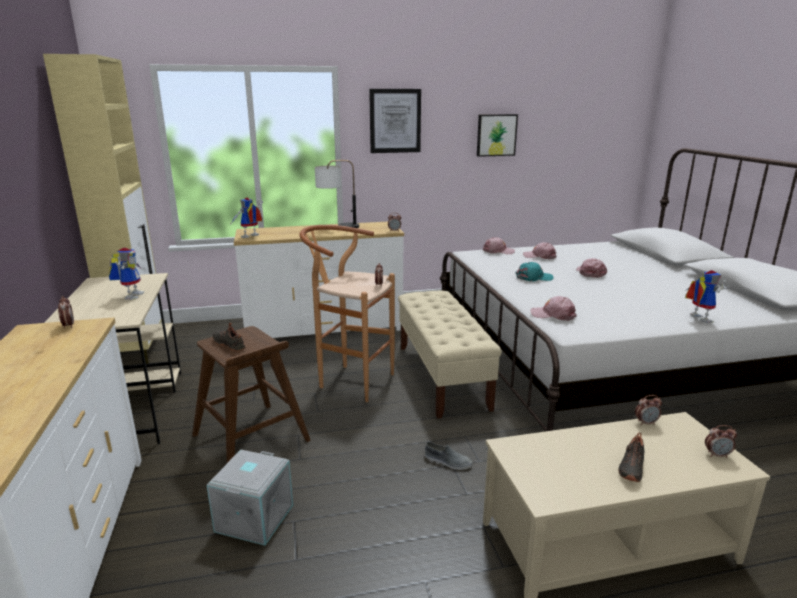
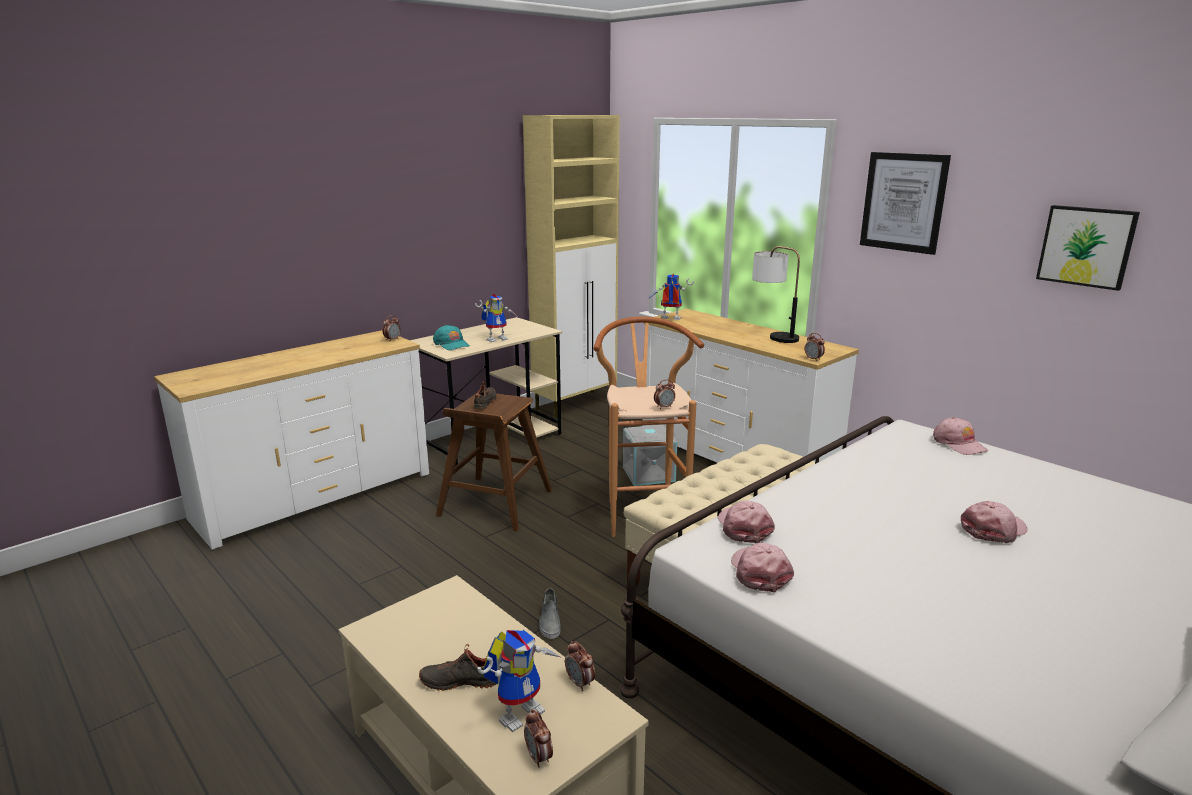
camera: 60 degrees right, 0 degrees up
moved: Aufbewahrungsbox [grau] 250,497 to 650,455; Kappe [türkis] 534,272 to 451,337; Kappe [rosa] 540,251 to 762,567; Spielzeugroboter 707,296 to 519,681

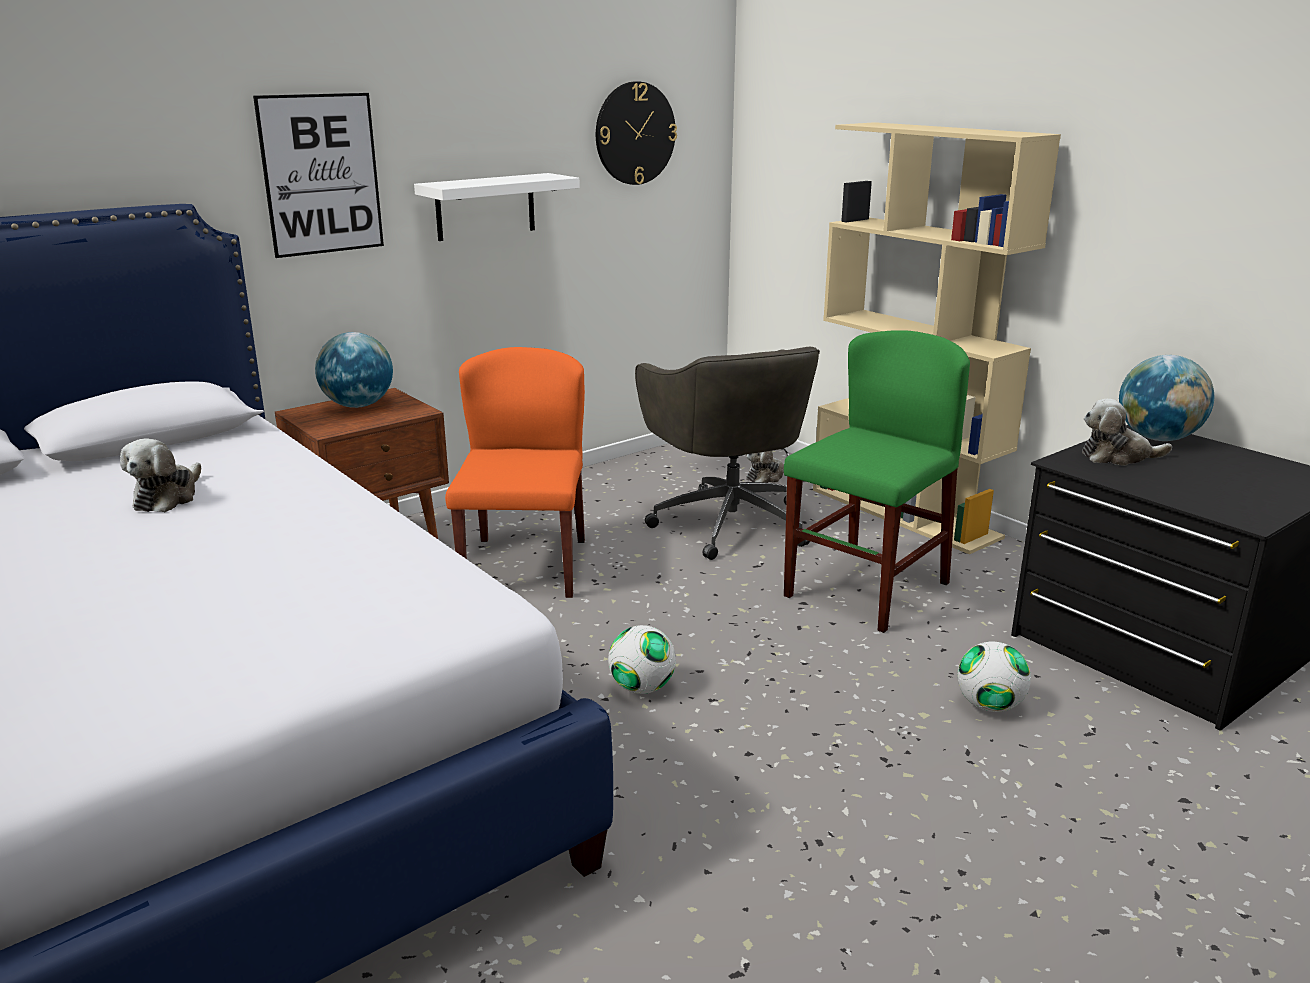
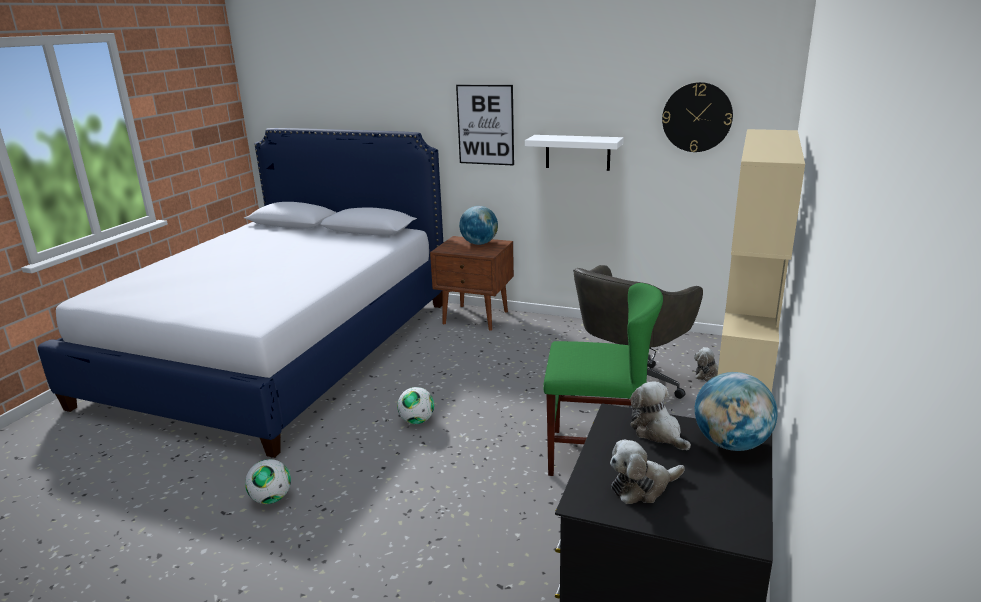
camera: 60 degrees right, 0 degrees up
removed: Stuhl [orange] 515,472
moved: Plüschtier 160,475 to 647,472; Fußball 994,677 to 268,481

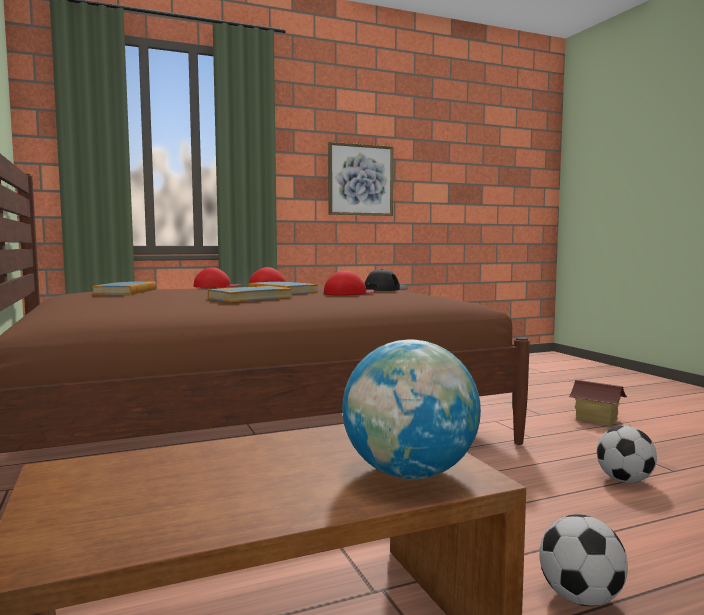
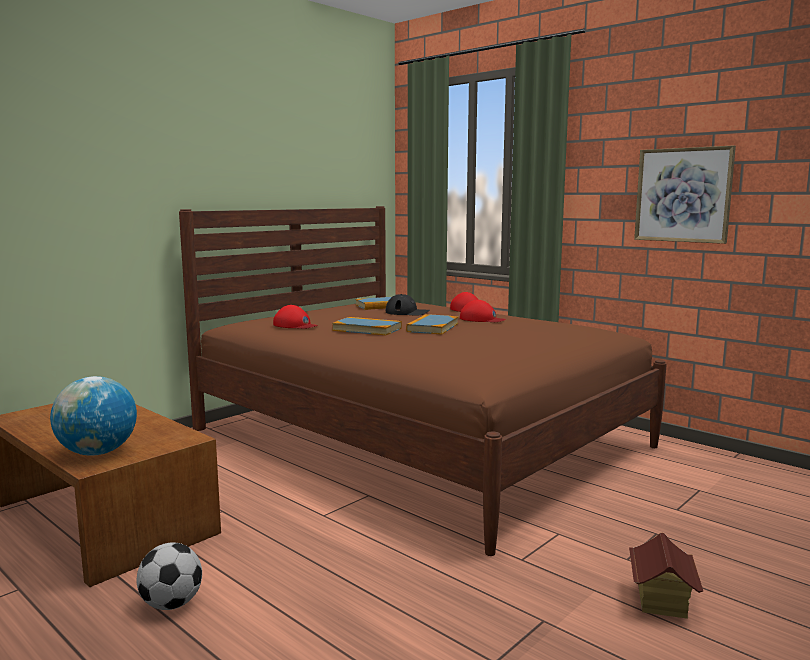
camera: 65 degrees right, 5 degrees up
removed: Fußball 627,454
moved: Kappe [rot] 349,283 to 295,317; Kappe [schwarz] 386,280 to 407,305

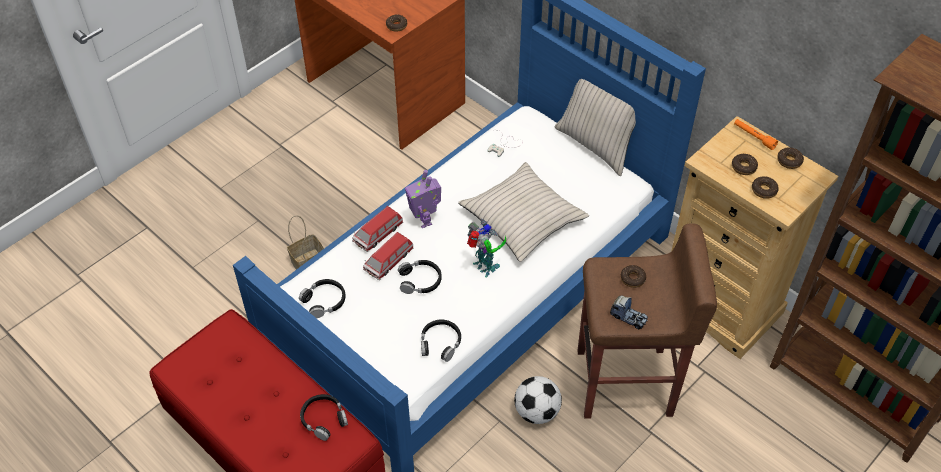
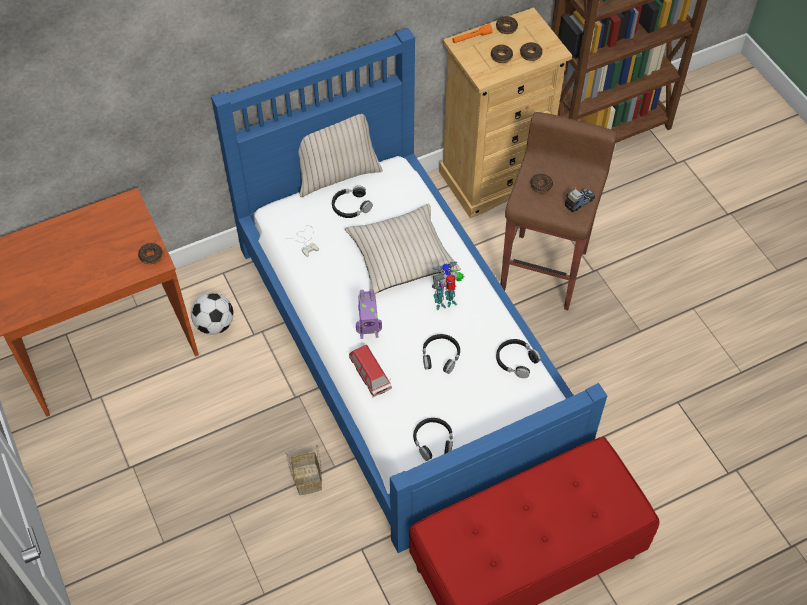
camera: 70 degrees left, 5 degrees up
removed: Spielzeugauto 388,256
moved: Kopfhörer [schwarz] 324,417 to 352,202; Fußball 538,400 to 212,314

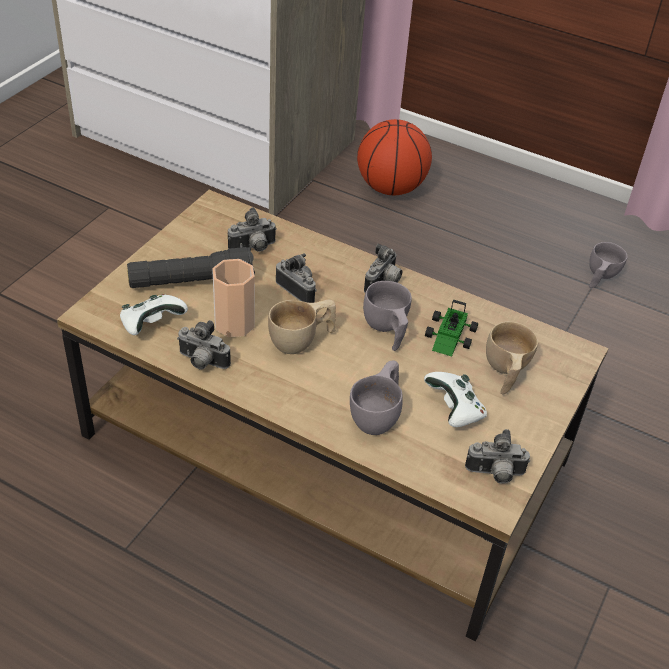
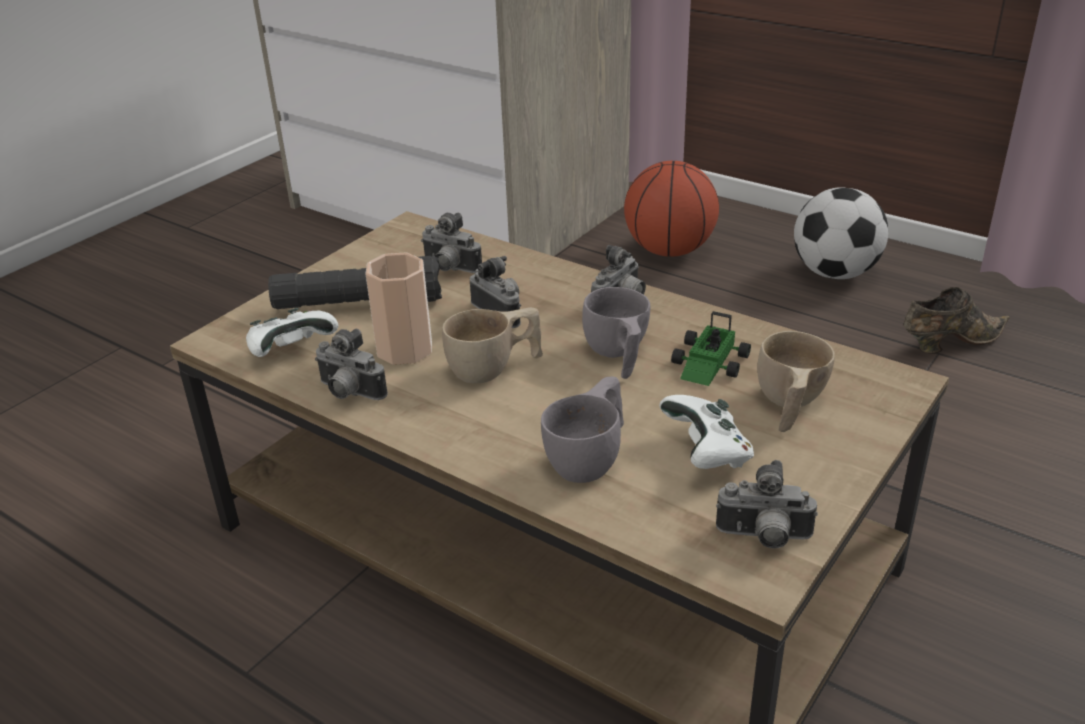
camera: 10 degrees right, 10 degrees down
added: Fußball 841,233
replaced: Tasse [grau] 608,265 to Schuh [braun] 957,320
turned: Kamera 252,229 = 451,243 45 degrees clockwise

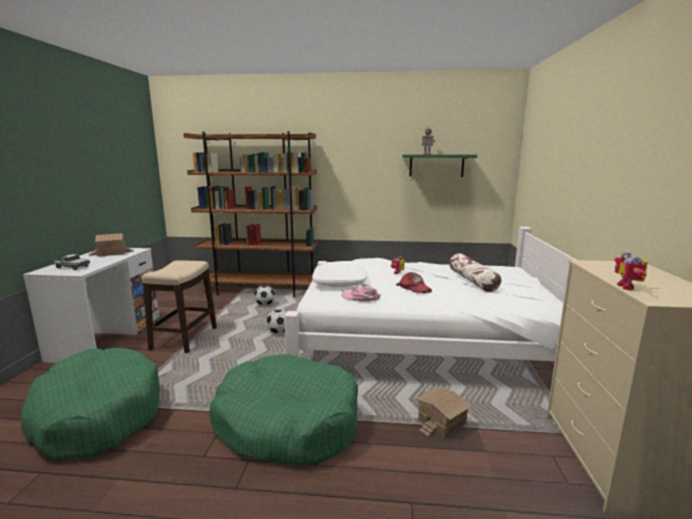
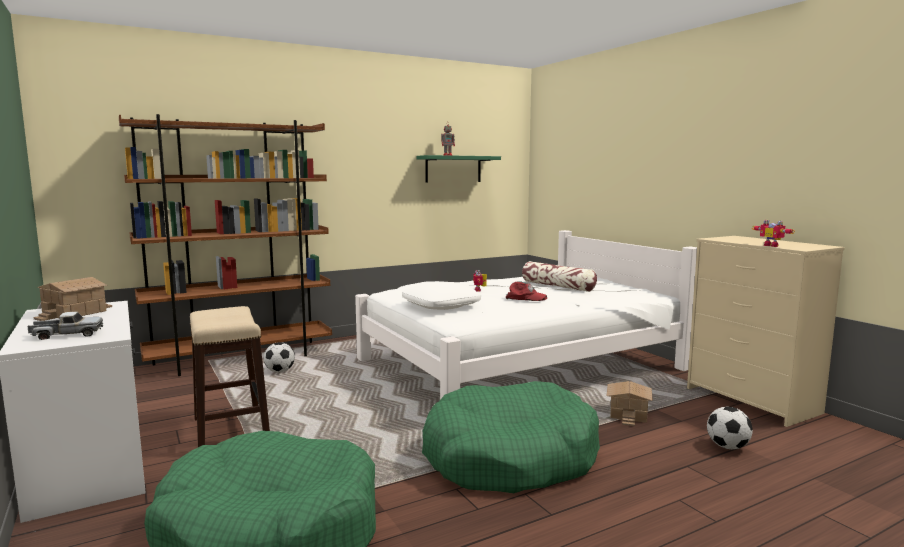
camera: 35 degrees left, 5 degrees down
removed: Kappe [rosa] 361,292
moved: Fußball 276,322 to 730,428

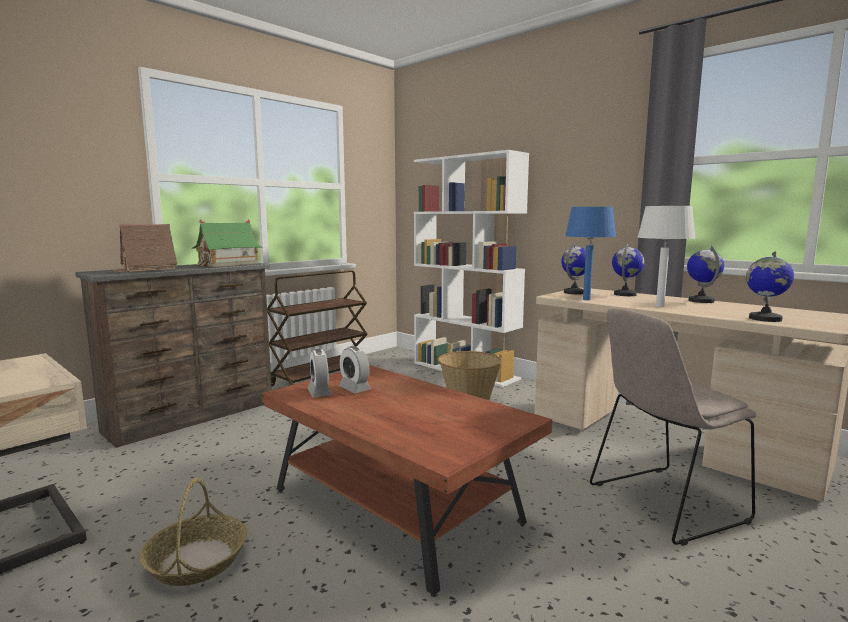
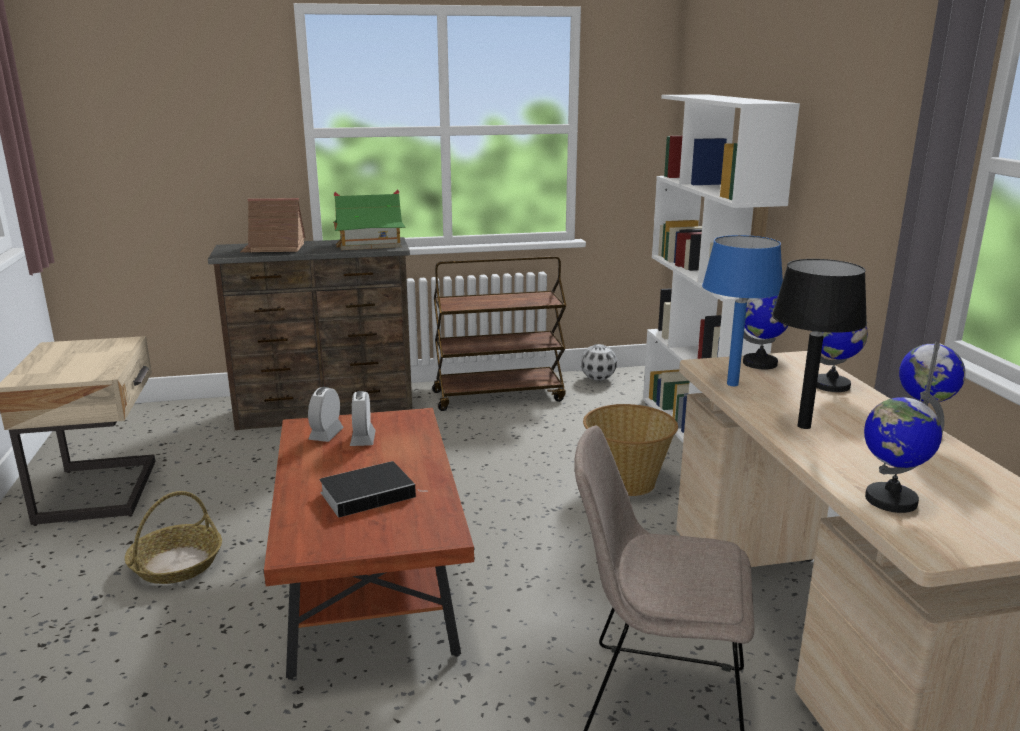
camera: 35 degrees right, 10 degrees up
added: Buch 373,489; Fußball 599,362
recoloured: Tischlampe [weiß] 666,256 to Tischlampe [schwarz] 819,344

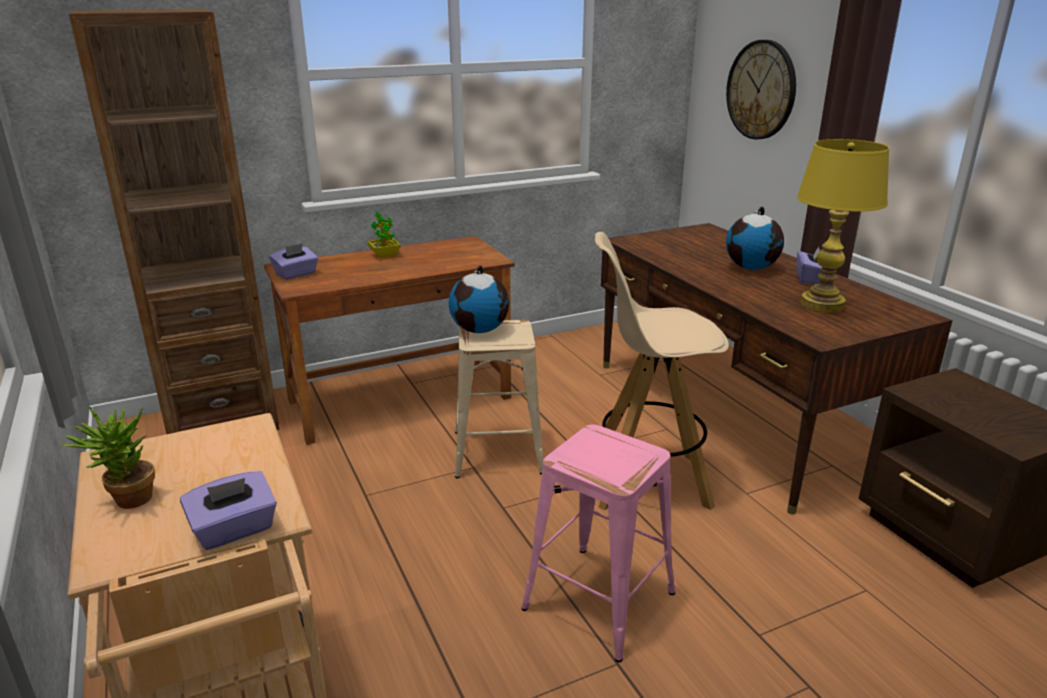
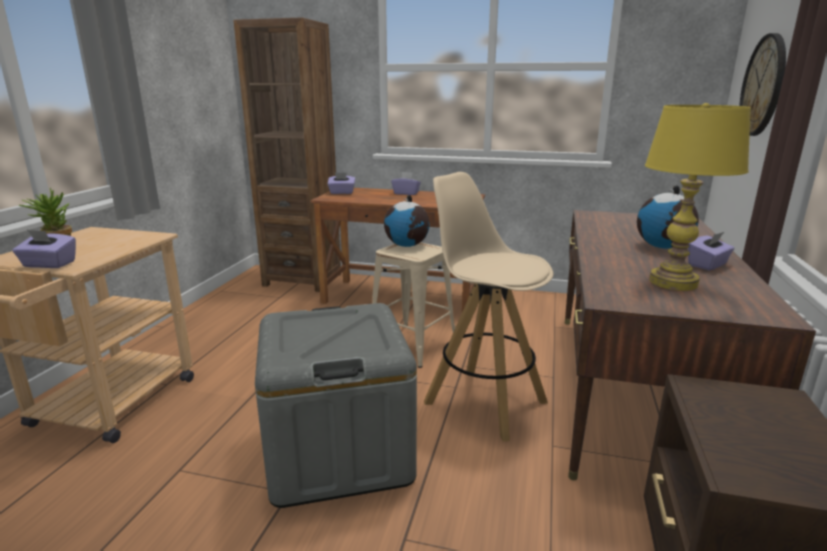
camera: 40 degrees right, 5 degrees down
replaced: Topfpflanze 384,235 to Taschentuchbox [lila] 406,183; Hocker [rosa] 598,544 to Aufbewahrungsbox [grau] 336,405

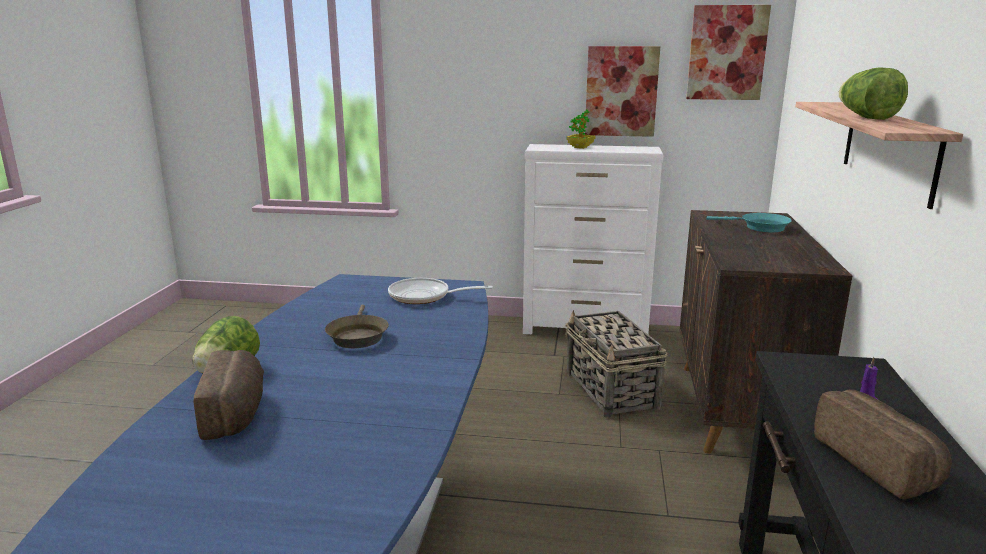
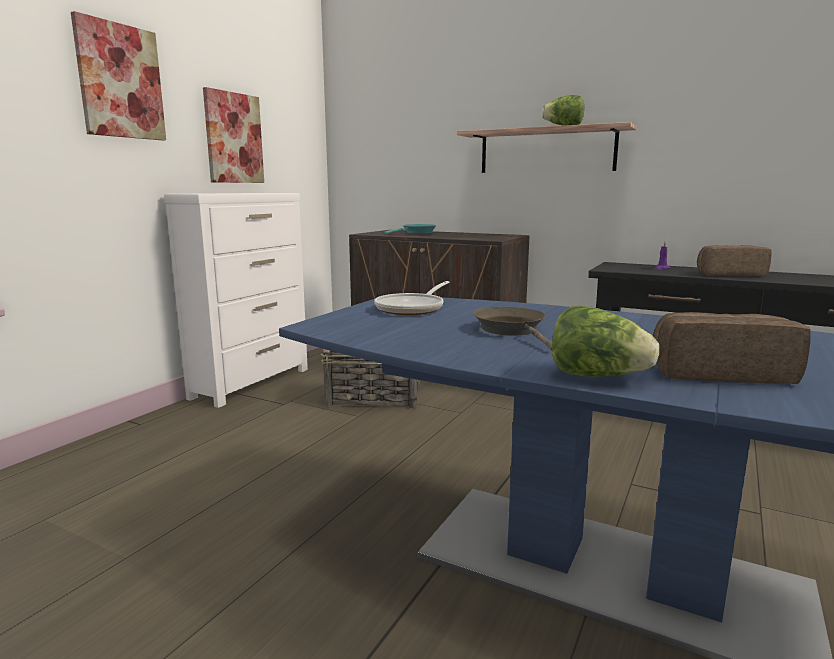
camera: 70 degrees left, 5 degrees down
removed: Topfpflanze 581,129
moved: Bild 728,52 to 118,75
turned: Pfanne [braun] 357,326 = 512,328 120 degrees counterclockwise

